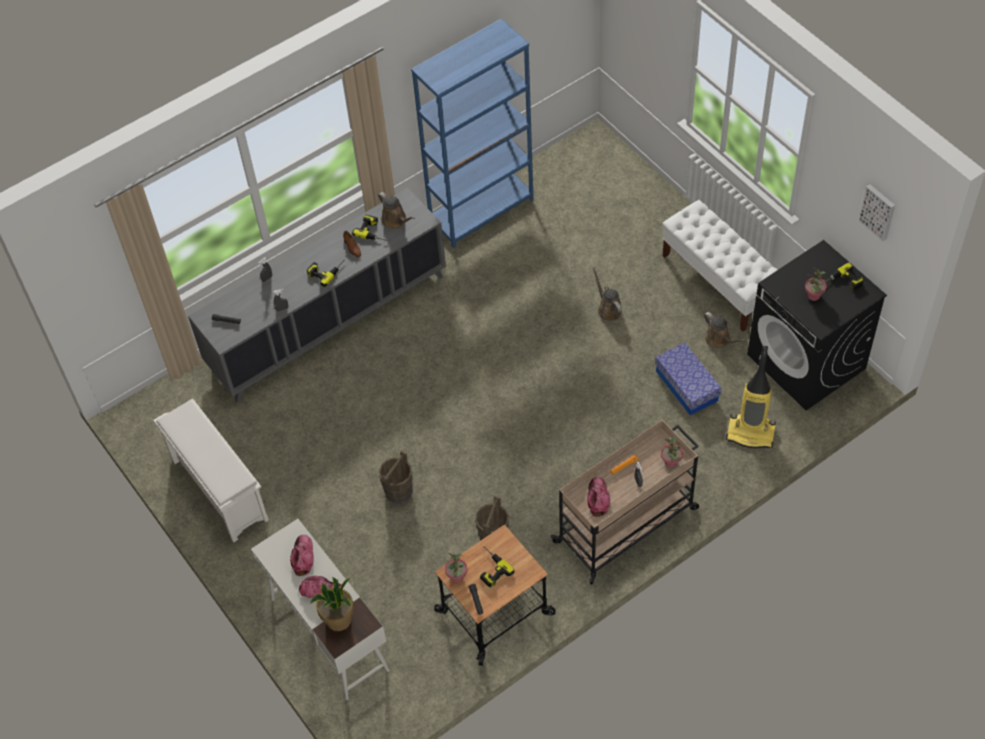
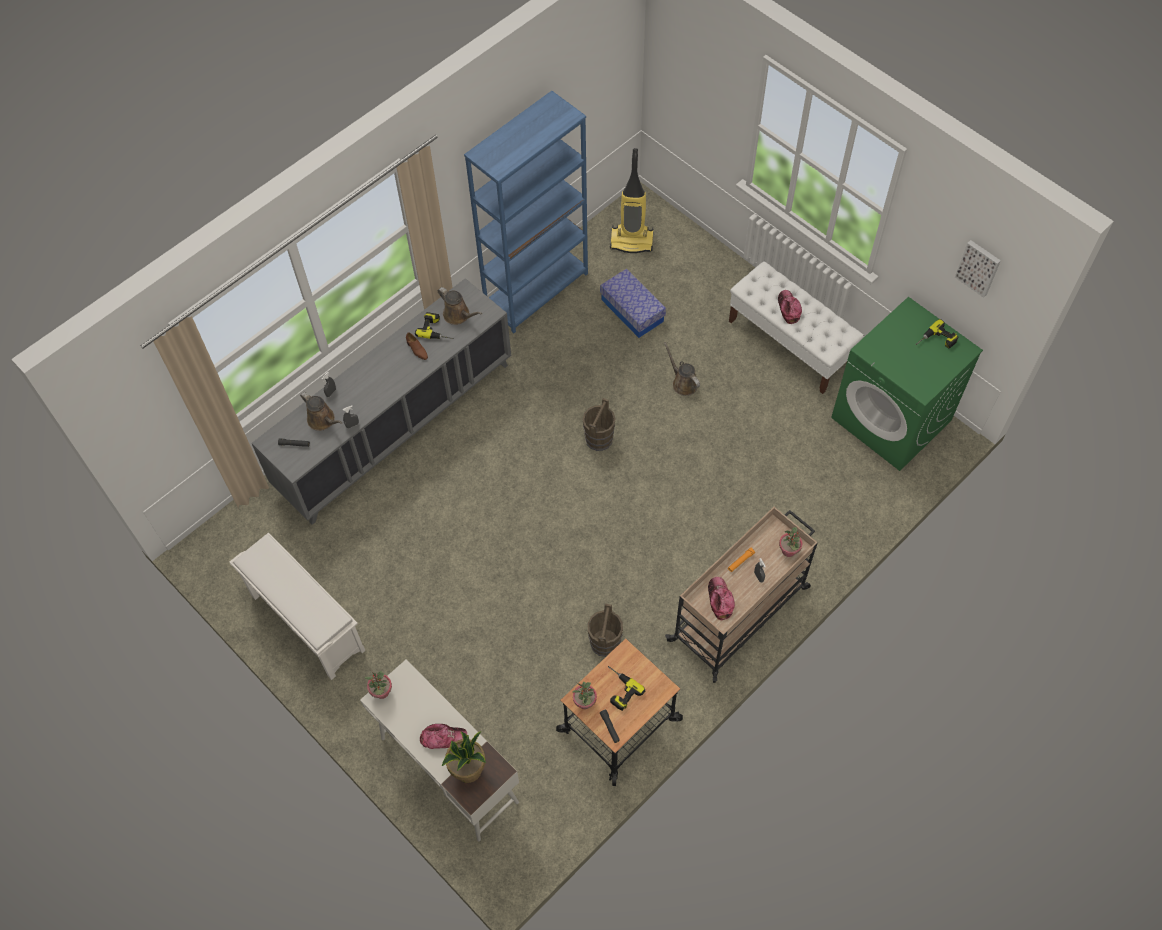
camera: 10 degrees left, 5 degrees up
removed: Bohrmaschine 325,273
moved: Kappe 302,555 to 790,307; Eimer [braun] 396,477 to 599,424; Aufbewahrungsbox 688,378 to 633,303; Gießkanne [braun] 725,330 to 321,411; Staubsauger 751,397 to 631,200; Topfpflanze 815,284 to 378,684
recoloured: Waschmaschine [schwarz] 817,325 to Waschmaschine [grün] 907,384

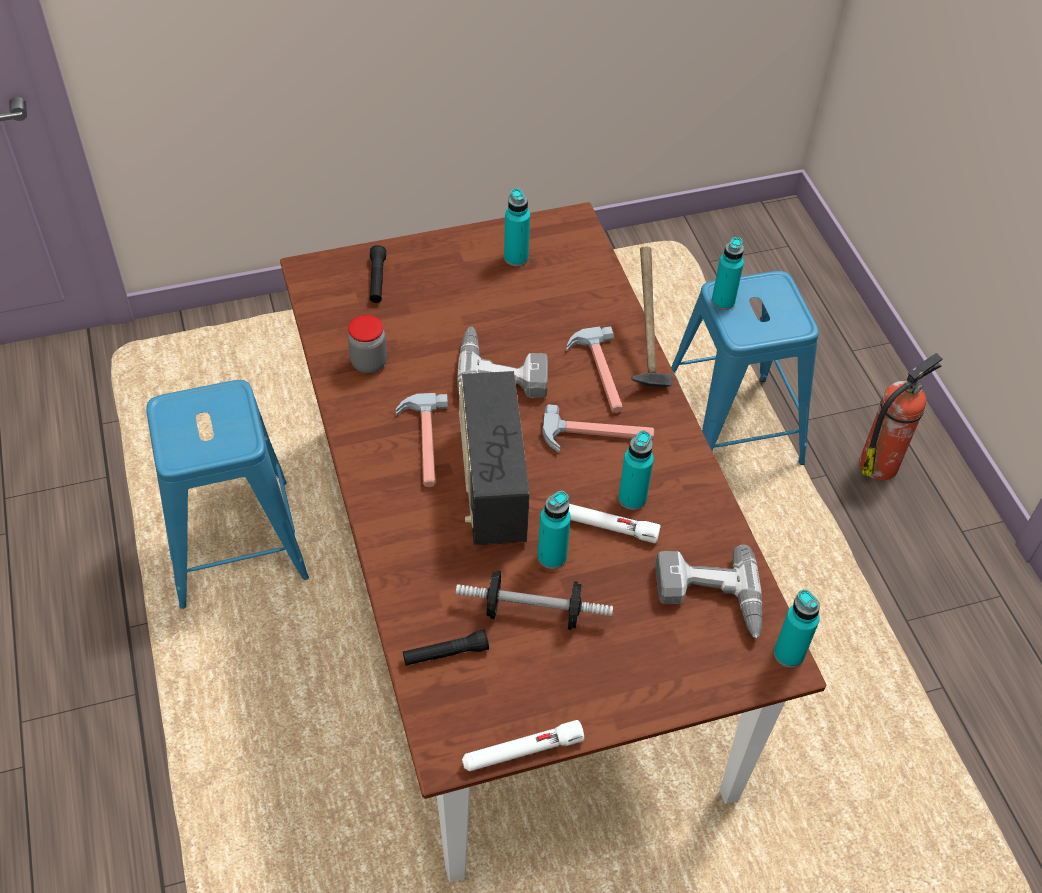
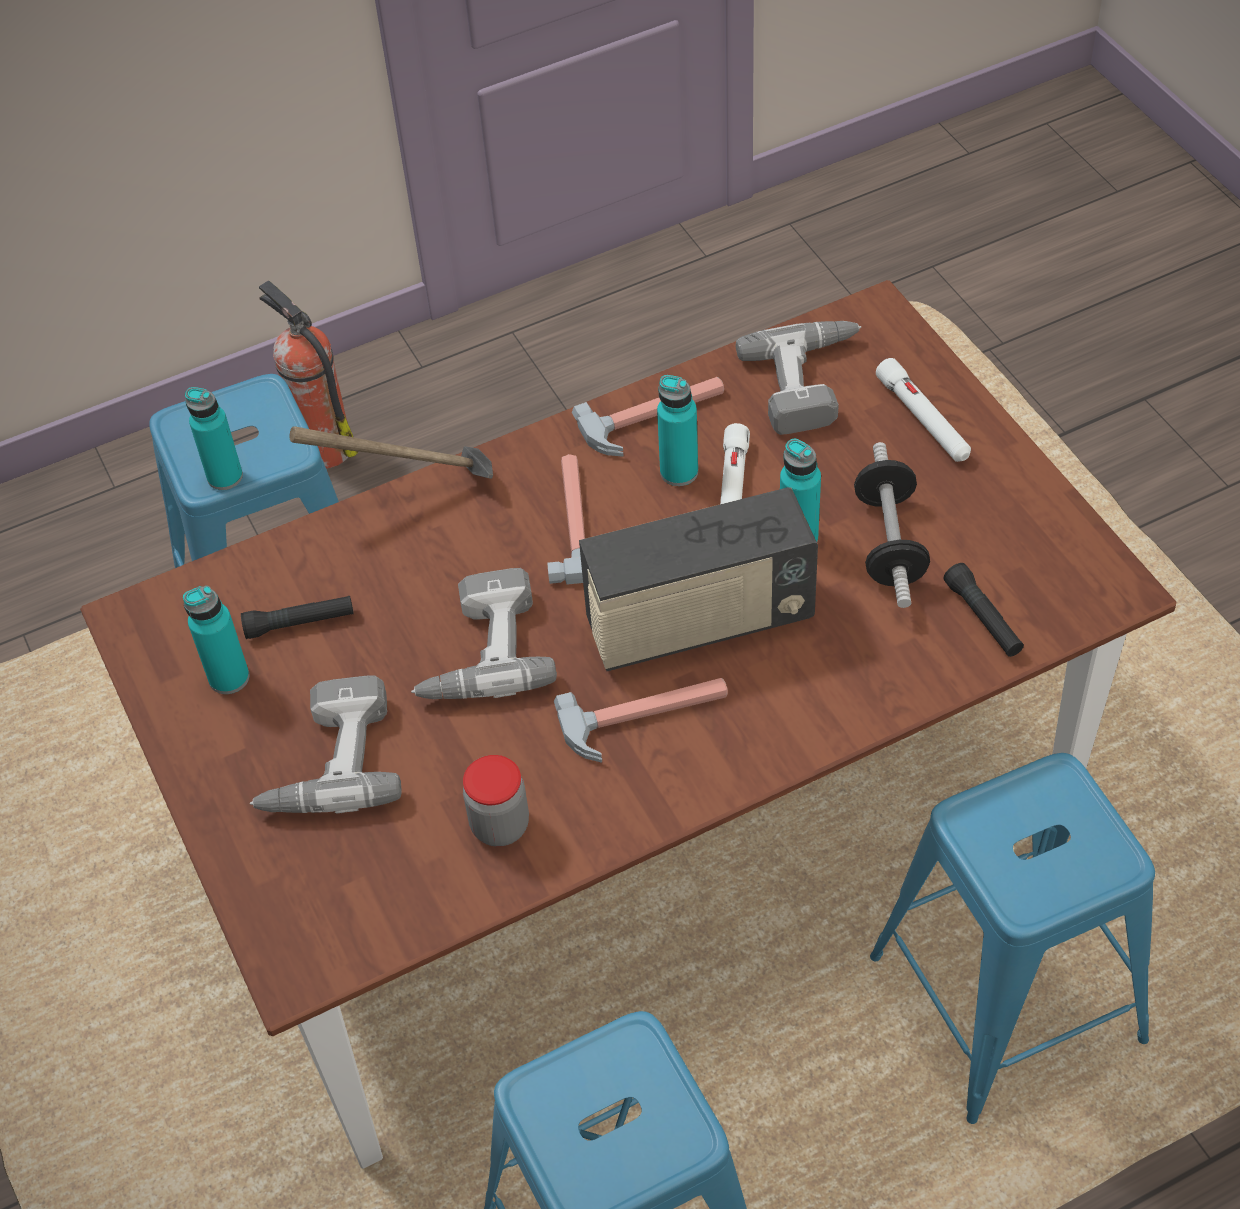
camera: 95 degrees left, 0 degrees up
removed: Flasche [türkis] 797,628
added: Bohrmaschine 325,744; Hocker [blau] 1012,938
moved: Taschenlampe [schwarz] 378,274 to 297,617; Taschenlampe [weiß] 523,745 to 923,410; Hammer 594,369 to 648,417

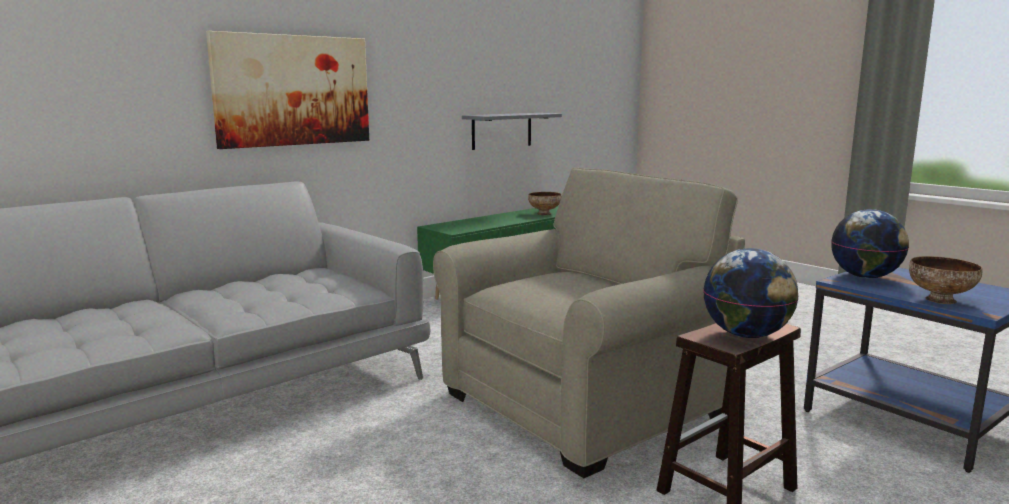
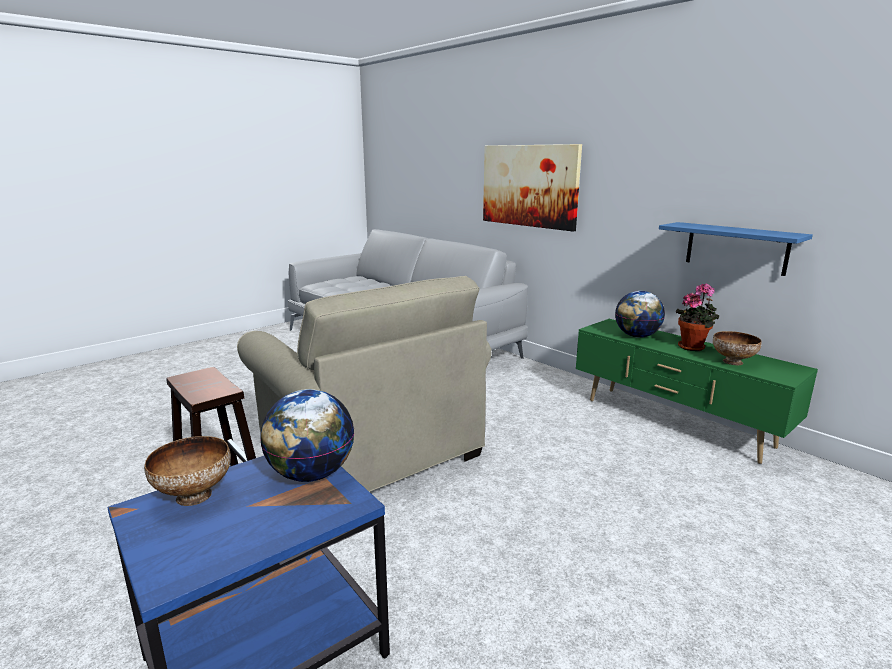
camera: 90 degrees right, 5 degrees up
added: Topfpflanze 697,317
moved: Globus 751,293 to 640,314
recoloured: Wandregal [grau] 512,131 to Wandregal [blau] 736,249

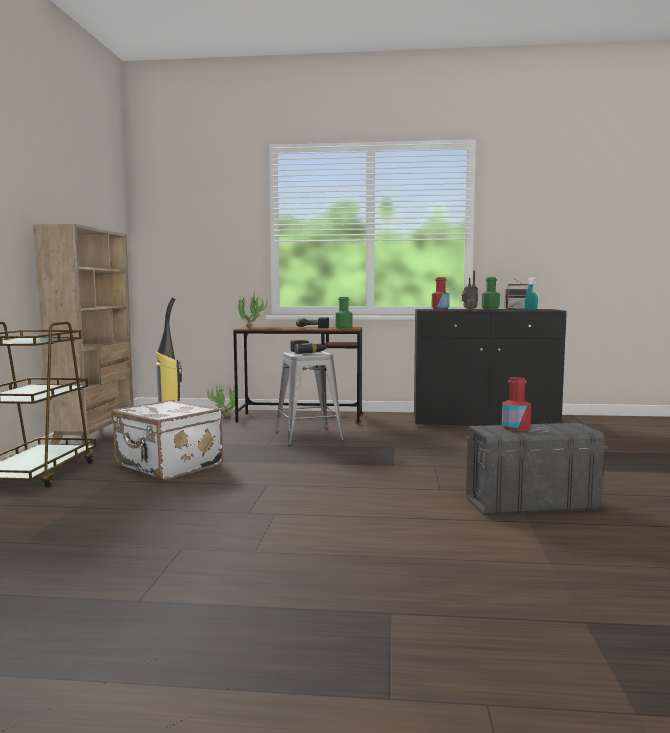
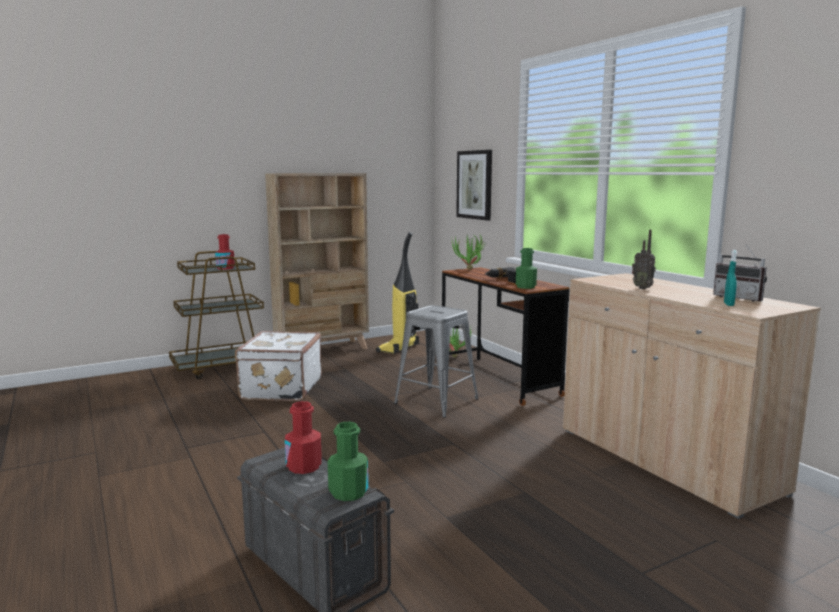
camera: 55 degrees right, 5 degrees up
removed: Bohrmaschine 309,346
added: Bild 474,185
moved: Flasche [rot] 441,293 to 225,252; Flasche [grün] 491,293 to 348,461
recoloured: Schrank [schwarz] 490,368 to Schrank [beige] 692,396

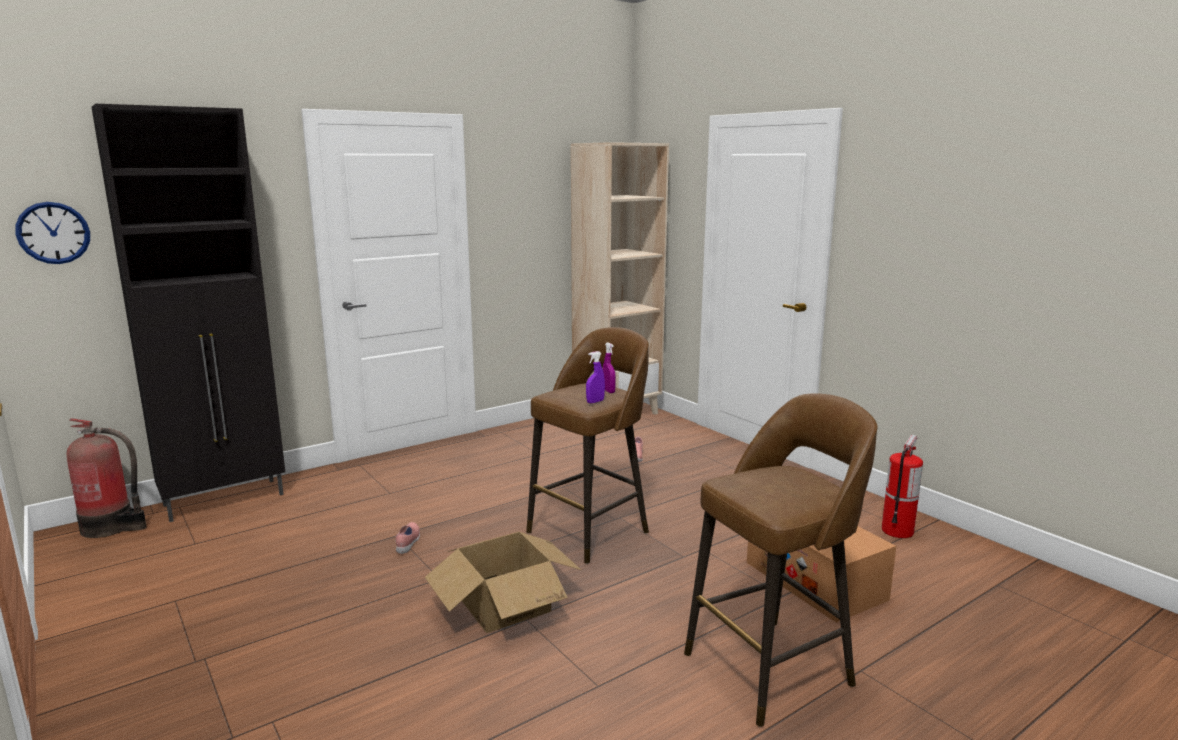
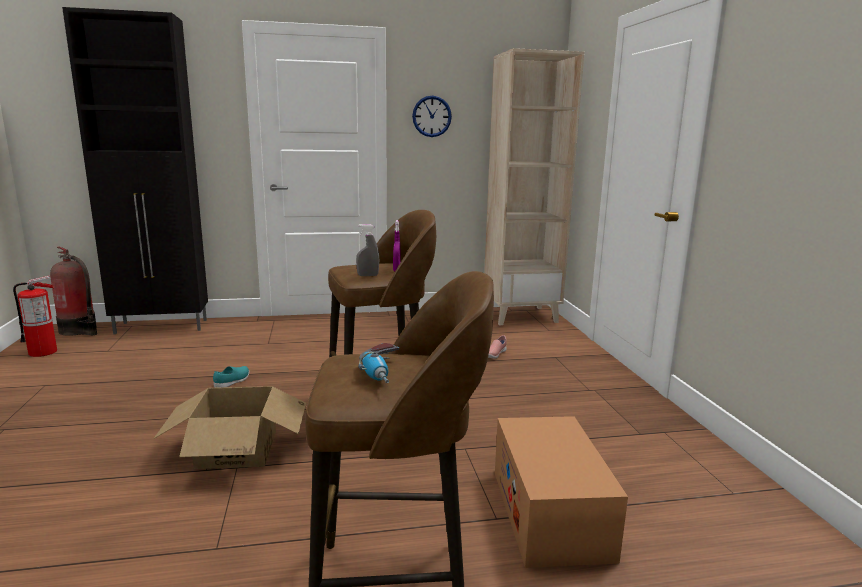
camera: 25 degrees right, 0 degrees up
added: Bohrmaschine 378,363
moved: Wanduhr 52,233 to 432,116; Feuerlöscher 902,486 to 35,316
recoloured: Schuh [rosa] 408,538 to Schuh [türkis] 231,377; Sprühflasche [lila] 595,377 to Sprühflasche [grau] 367,250

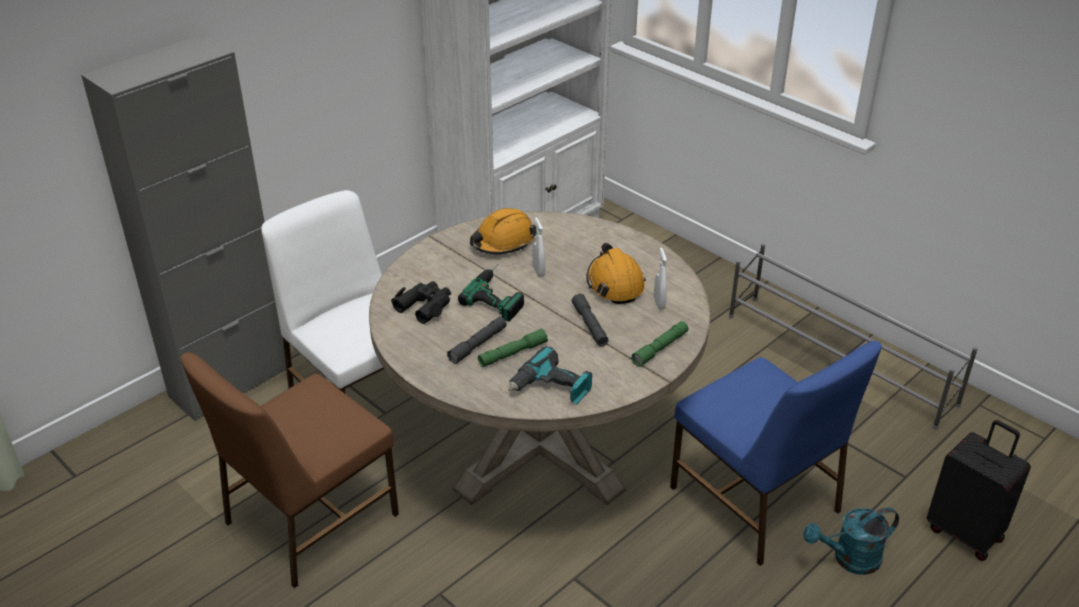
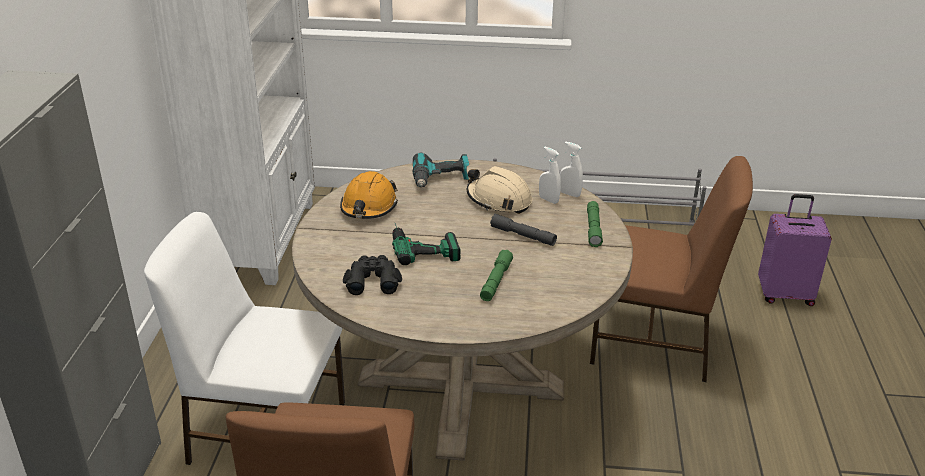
camera: 40 degrees left, 5 degrees down
removed: Taschenlampe [grau] 477,340; Gießkanne [türkis] 851,541
moved: Bohrmaschine 550,375 to 441,169; Sprühflasche [weiß] 538,247 to 571,169
recoloured: Schutzhelm [orange] 616,273 to Schutzhelm [beige] 499,190; Stuhl [blau] 776,453 to Stuhl [braun] 671,269; Koffer [schwarz] 979,490 to Koffer [lila] 795,250

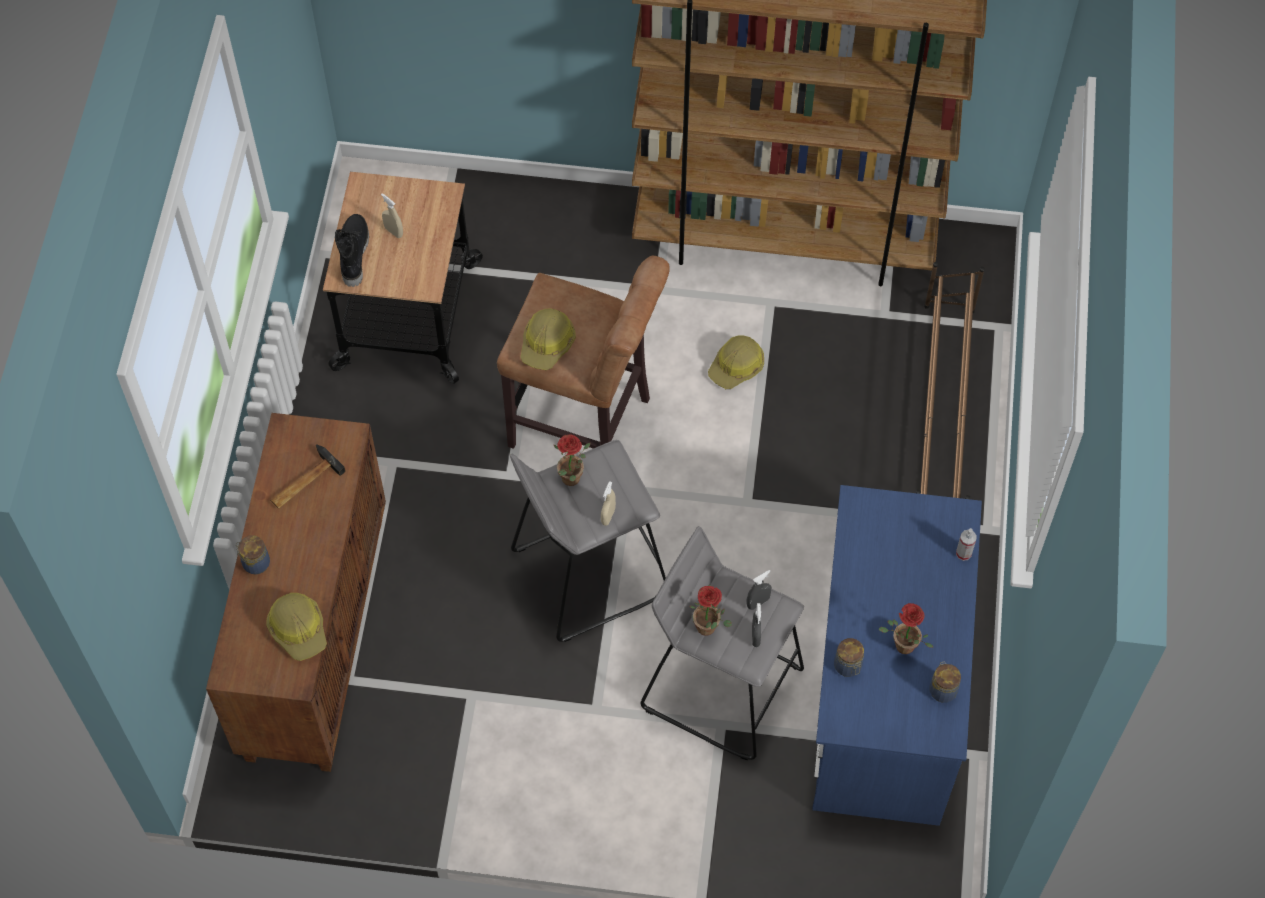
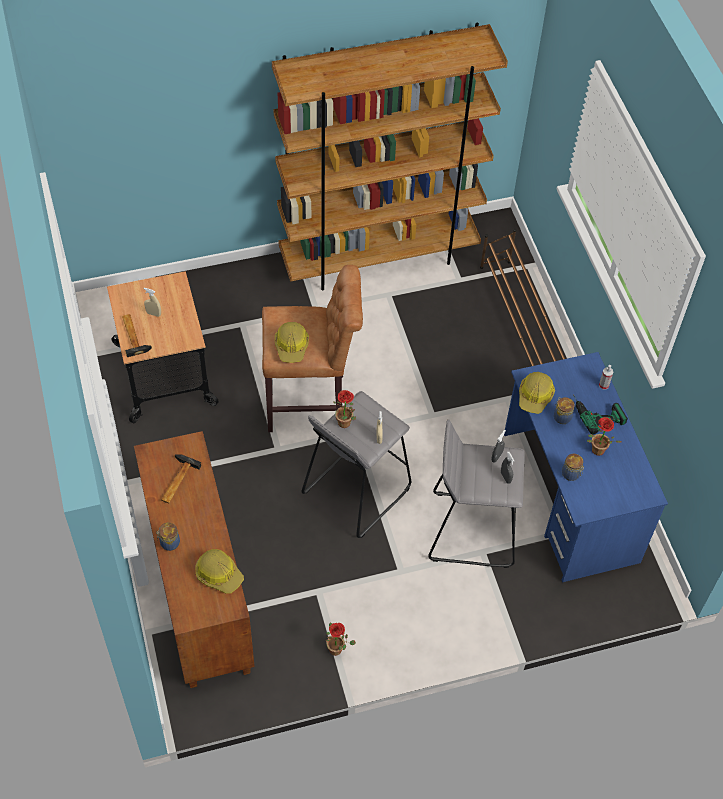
camera: 25 degrees left, 5 degrees down
added: Bohrmaschine 600,414
moved: Topfpflanze 711,610 to 341,639; Schutzhelm 736,362 to 537,393; Vorratsglas 945,682 to 564,410
replaced: Stiefel [schwarz] 352,250 to Hammer 137,335

